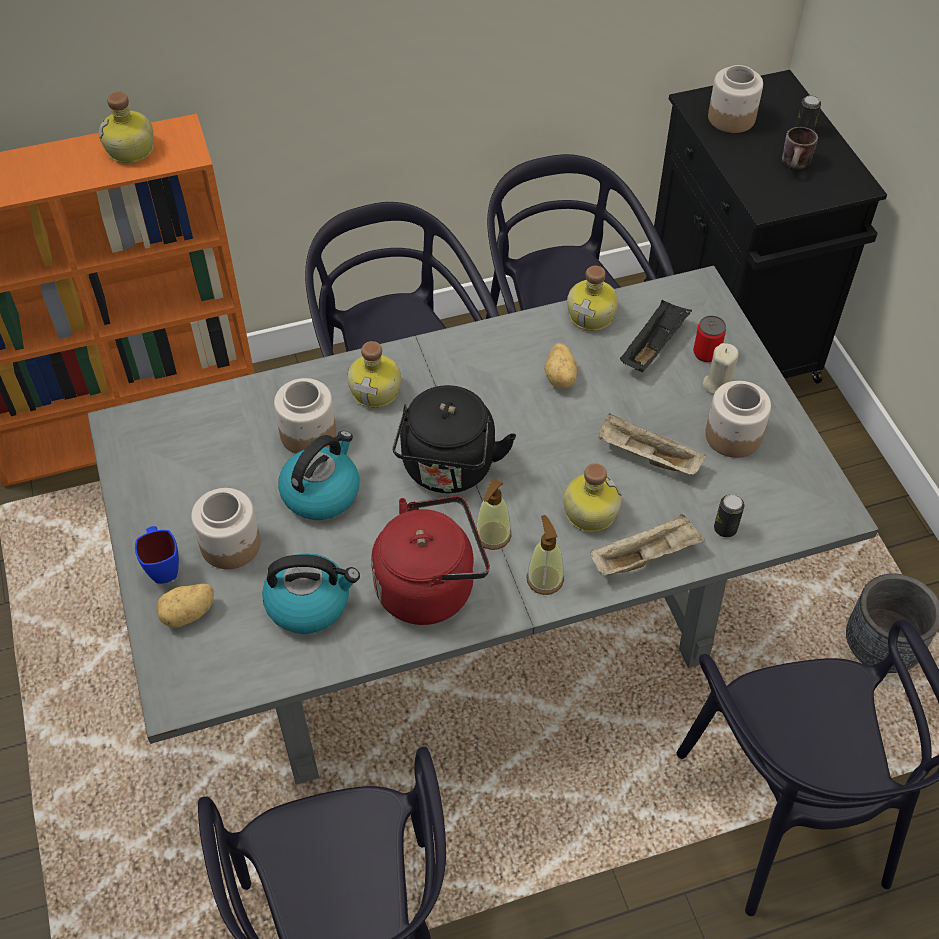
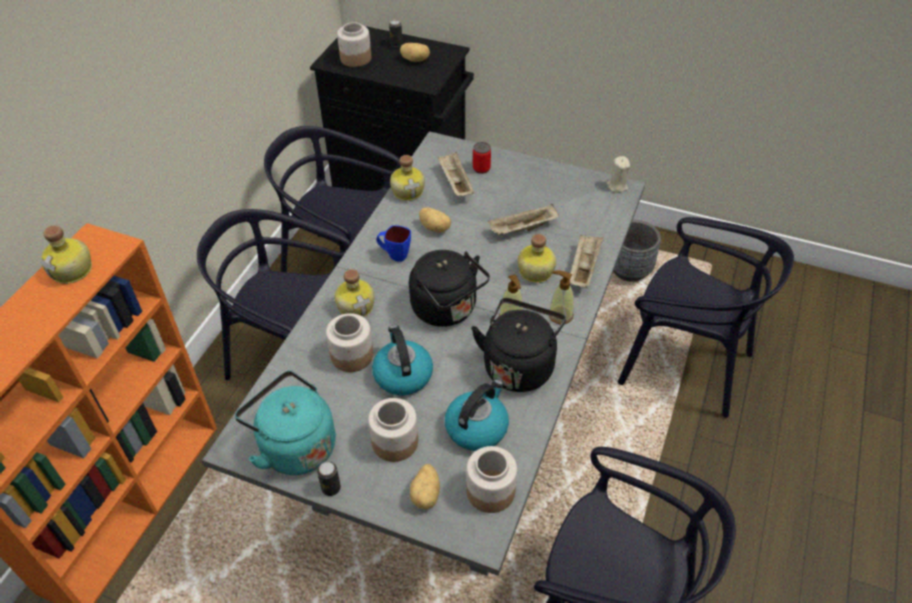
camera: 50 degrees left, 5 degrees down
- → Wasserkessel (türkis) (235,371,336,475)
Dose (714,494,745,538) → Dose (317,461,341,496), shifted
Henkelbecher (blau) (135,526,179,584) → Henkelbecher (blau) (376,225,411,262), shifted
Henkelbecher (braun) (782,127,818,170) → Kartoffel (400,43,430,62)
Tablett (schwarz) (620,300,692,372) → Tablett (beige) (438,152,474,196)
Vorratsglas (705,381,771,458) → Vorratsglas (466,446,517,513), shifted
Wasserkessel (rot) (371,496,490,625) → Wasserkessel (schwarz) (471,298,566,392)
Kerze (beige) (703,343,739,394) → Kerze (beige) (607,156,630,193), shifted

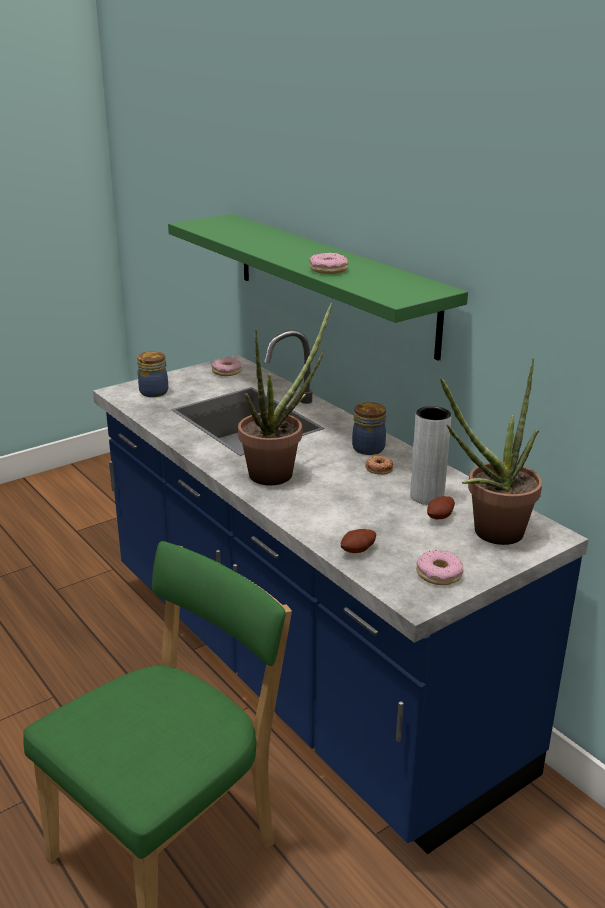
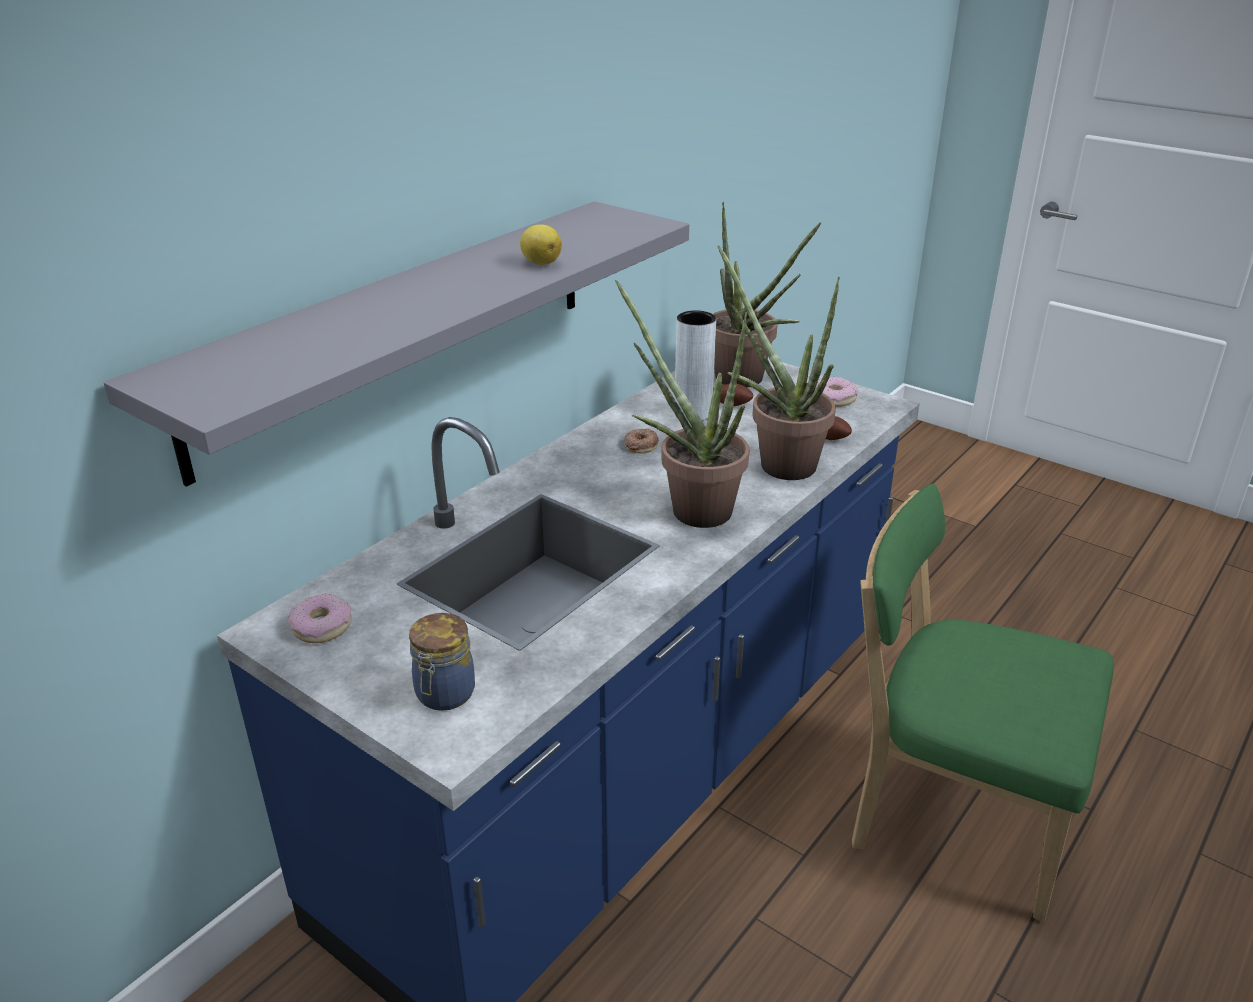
camera: 105 degrees left, 5 degrees up
Wandregal (grün) (168,214,468,361) → Wandregal (grau) (104,201,689,487)
Donut (309,253,348,274) → Zitrone (520,224,562,265)
- → Topfpflanze (717,245,840,480)
Vorratsglas (352,402,386,455) → -

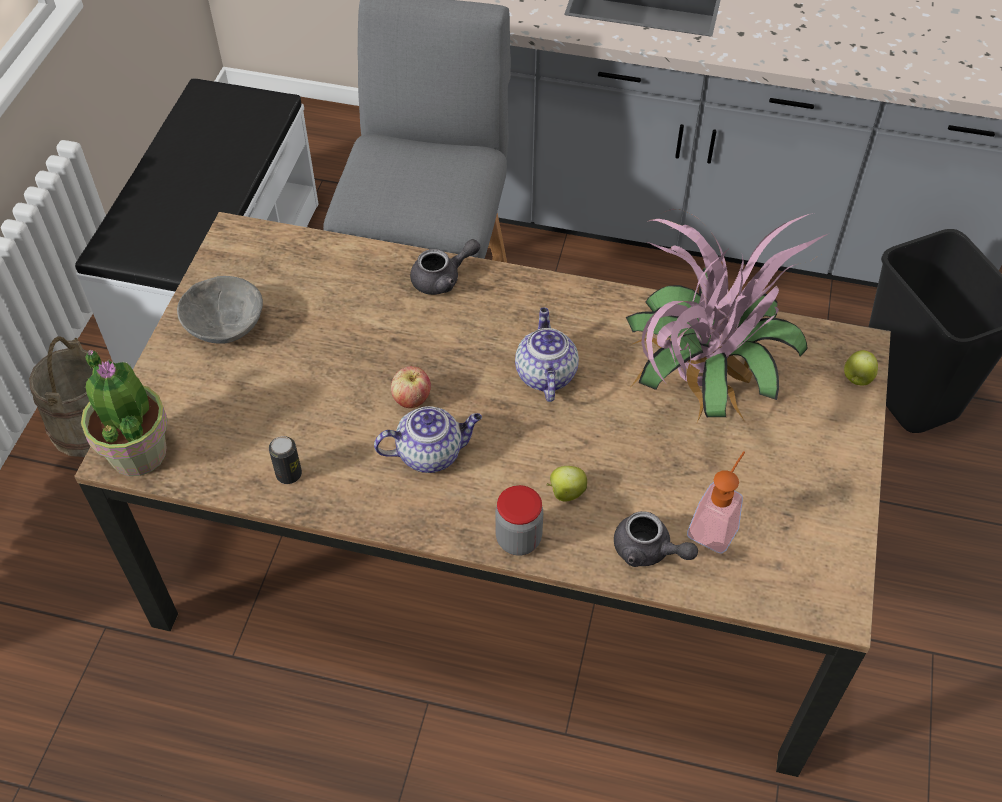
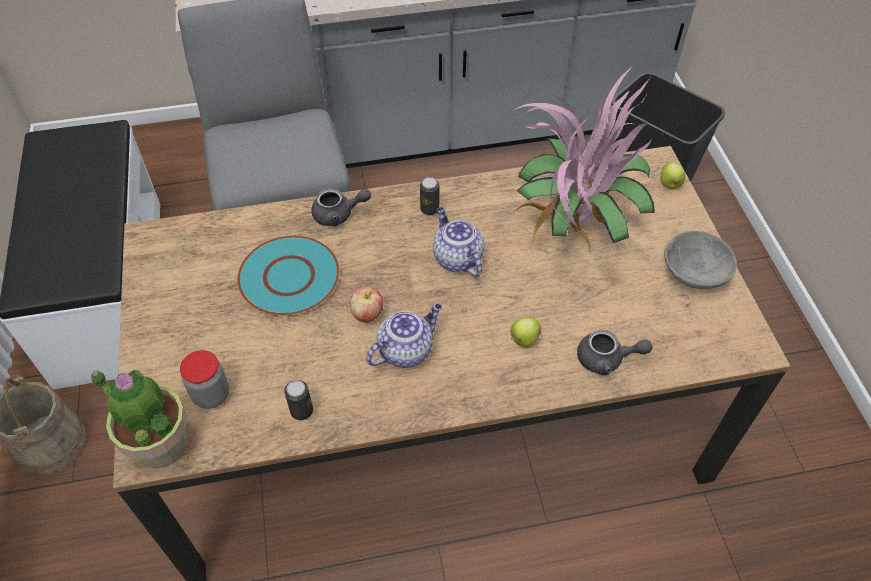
camera: 25 degrees left, 0 degrees up
Vorratsglas (495,485,543,556) → Vorratsglas (180,350,229,409), shifted
- → Teller (türkis) (237,236,340,316)
Teekanne (grau) (410,239,480,295) → Teekanne (grau) (311,188,371,226), 45 degrees clockwise
- → Dose (420,177,439,215)
Schüssel (grau) (177,276,263,344) → Schüssel (grau) (664,231,737,289), shifted
Seifenspender (687,451,745,554) → -

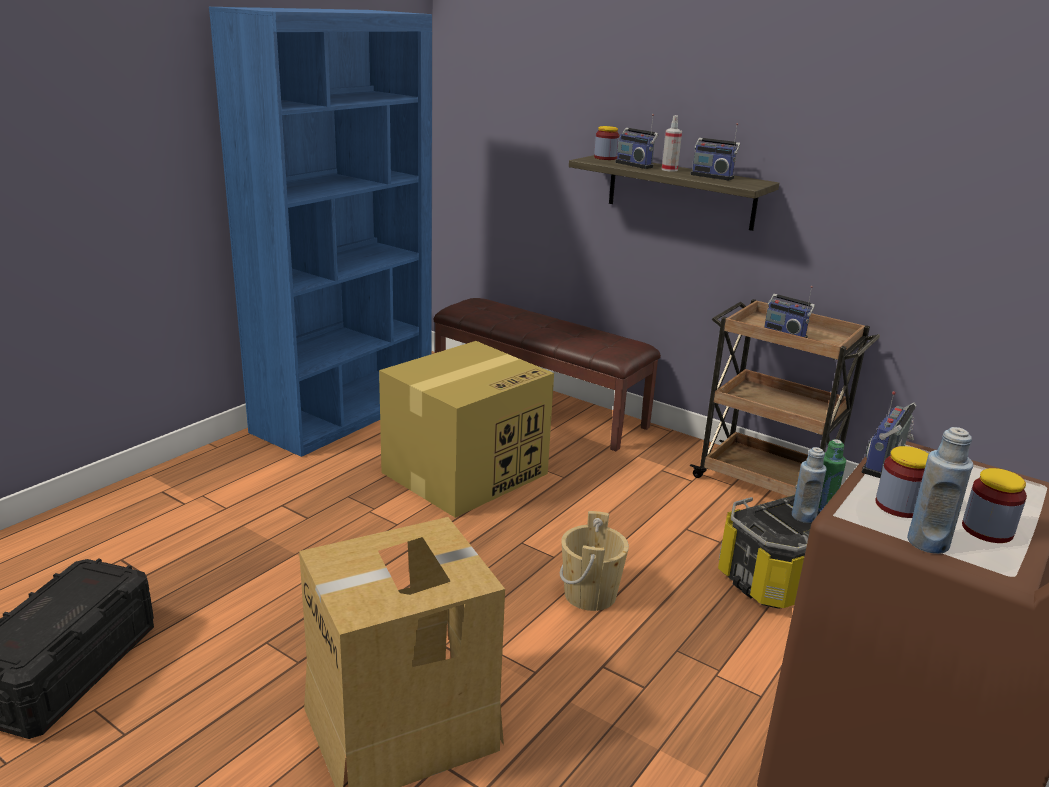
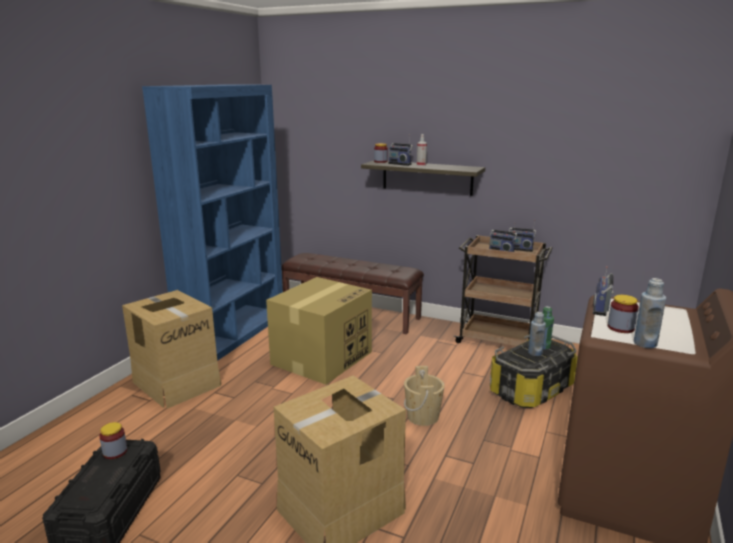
camera: 10 degrees left, 5 degrees down
Vorratsglas (962,468,1027,543) → Vorratsglas (99,422,127,459), shifted
- → Karton (122,290,221,409)
Radio (691,123,740,180) → Radio (509,220,536,252), shifted

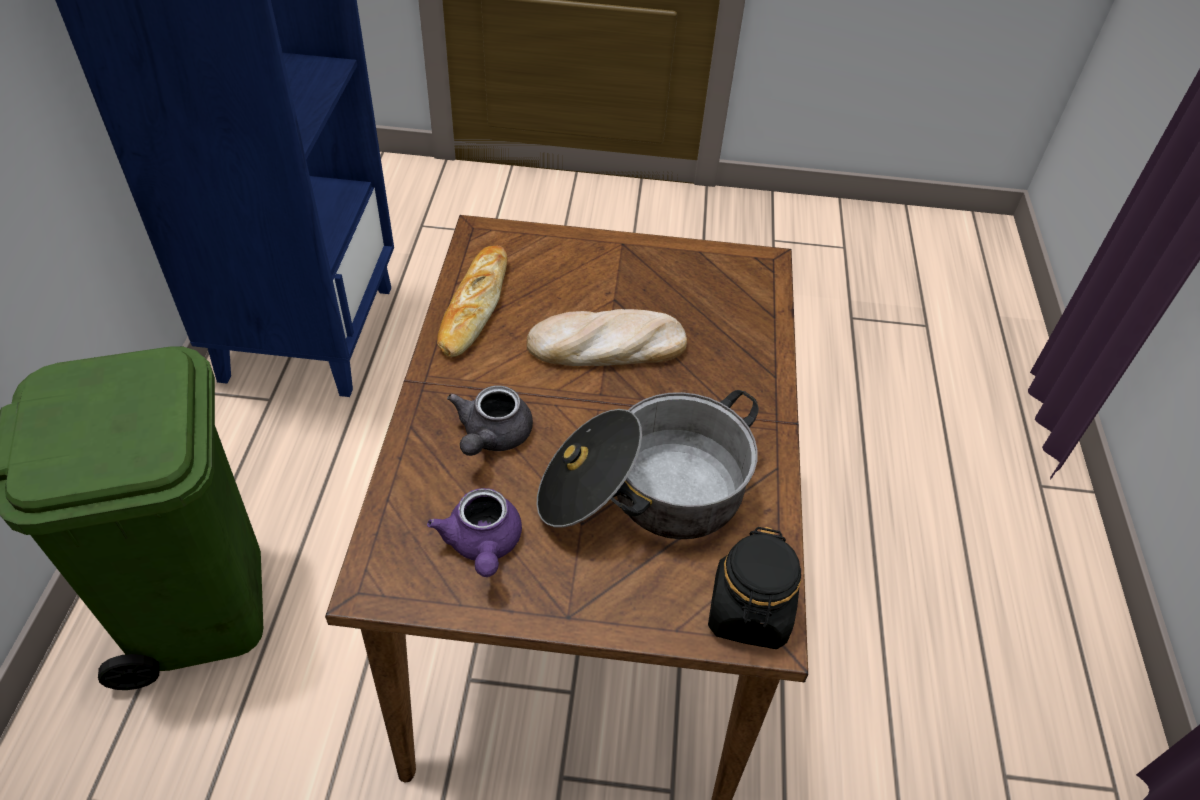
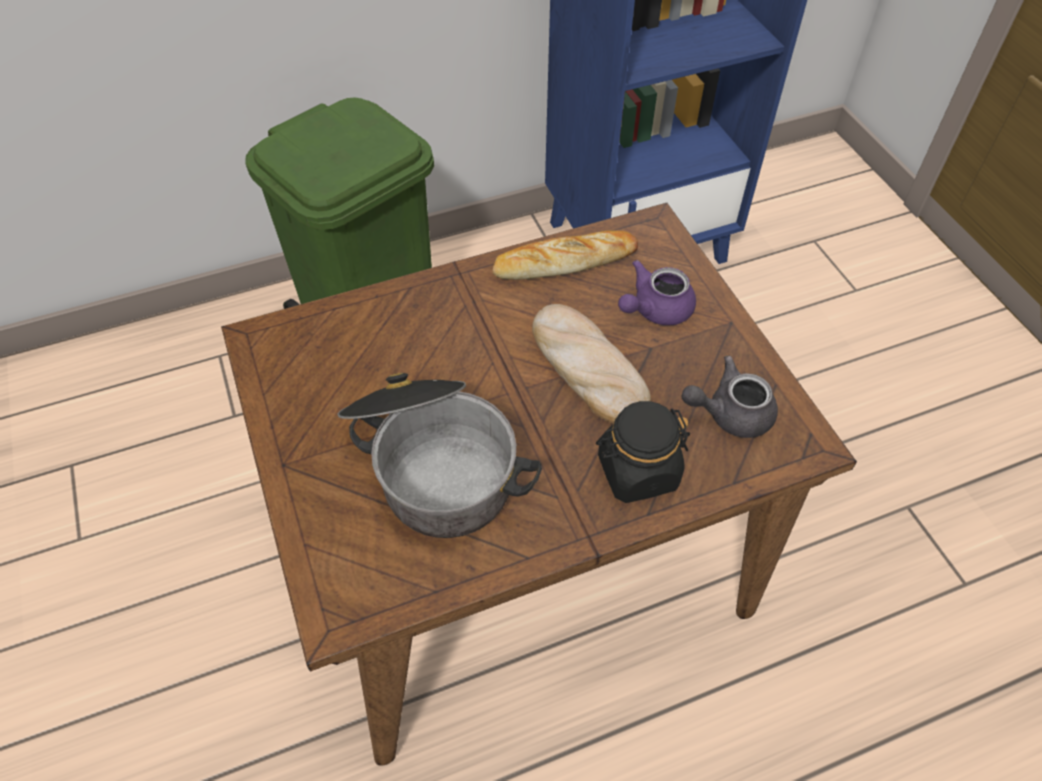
camera: 65 degrees right, 5 degrees up
Vorratsglas (schwarz) (708,527,801,649) → Vorratsglas (schwarz) (596,401,690,503), shifted
Teekanne (lila) (427,488,522,577) → Teekanne (lila) (618,260,696,325), shifted
Teekanne (grau) (447,385,533,456) → Teekanne (grau) (682,355,778,438), shifted

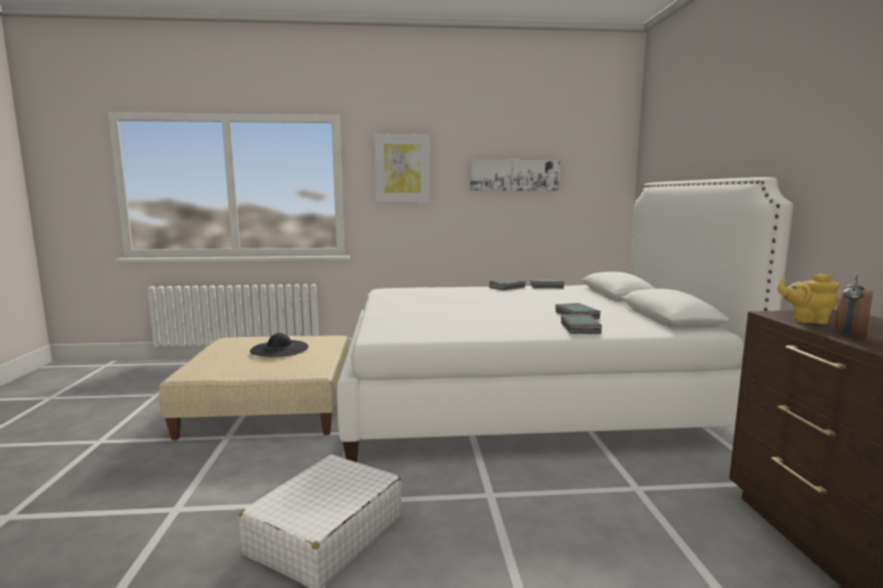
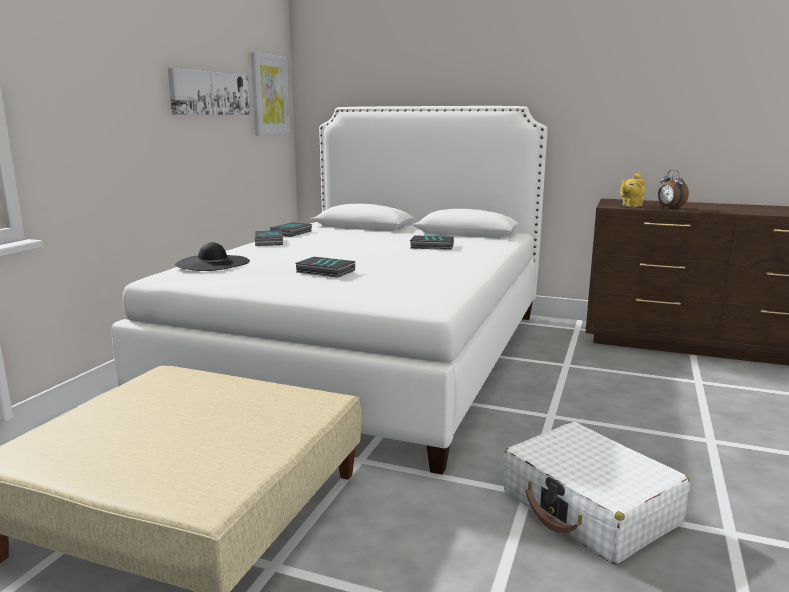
camera: 65 degrees left, 5 degrees up
Hut (schwarz) (250,333,308,357) → Hut (schwarz) (175,242,250,271), shifted
Bild (374,134,430,203) → Bild (251,52,290,135), shifted
Buch (561,314,602,334) → Buch (295,257,355,278), shifted

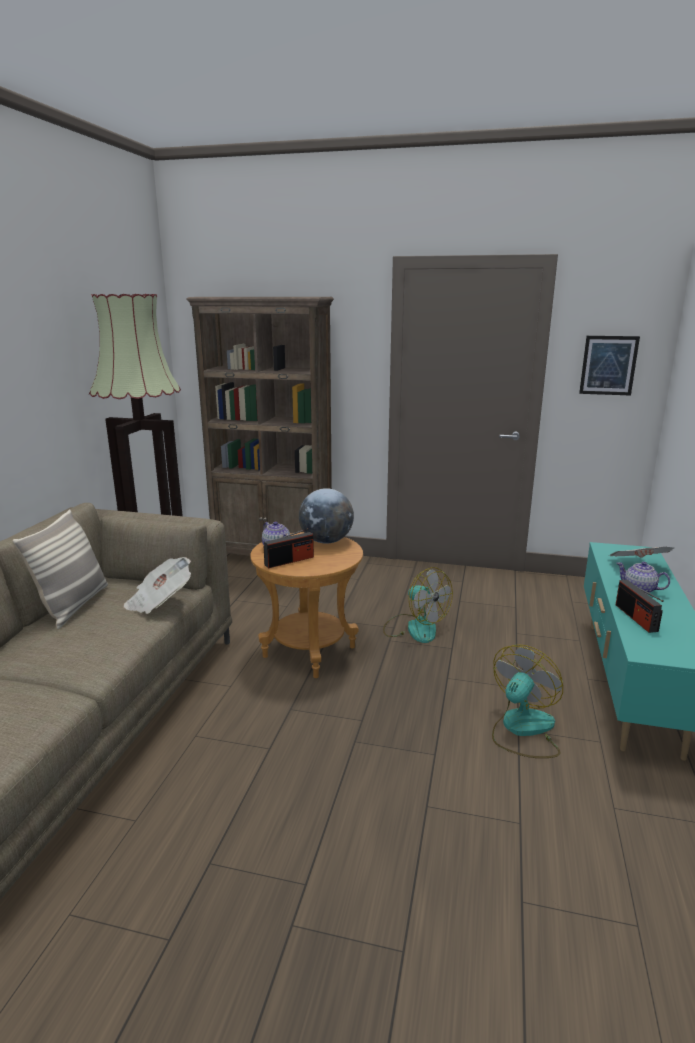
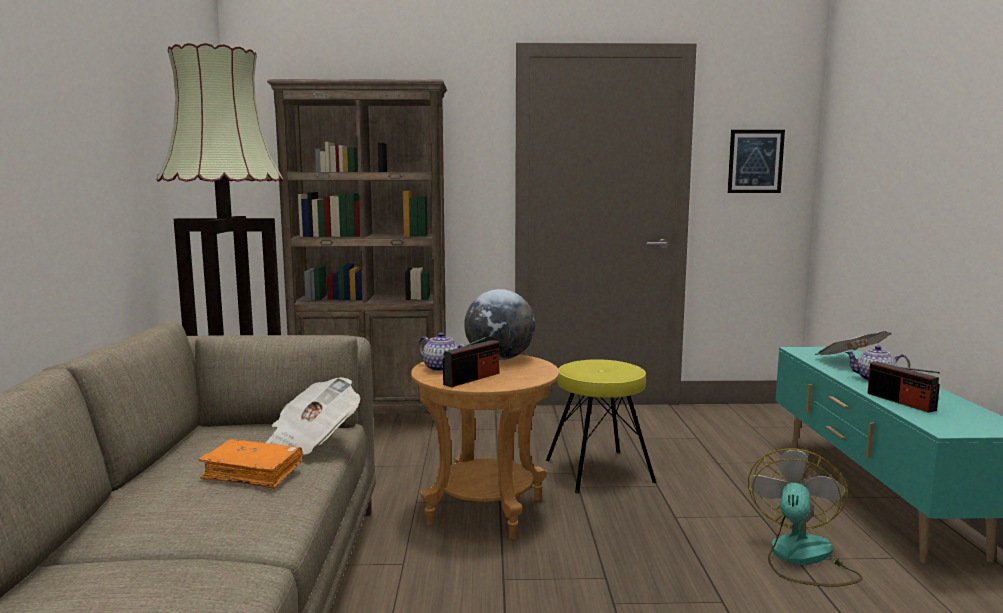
camera: 15 degrees left, 10 degrees down
- → Buch (orange) (199,439,303,489)
Ventilator (383,567,453,643) → Hocker (gelb) (546,359,657,494)
Kissen (12,509,108,629) → -

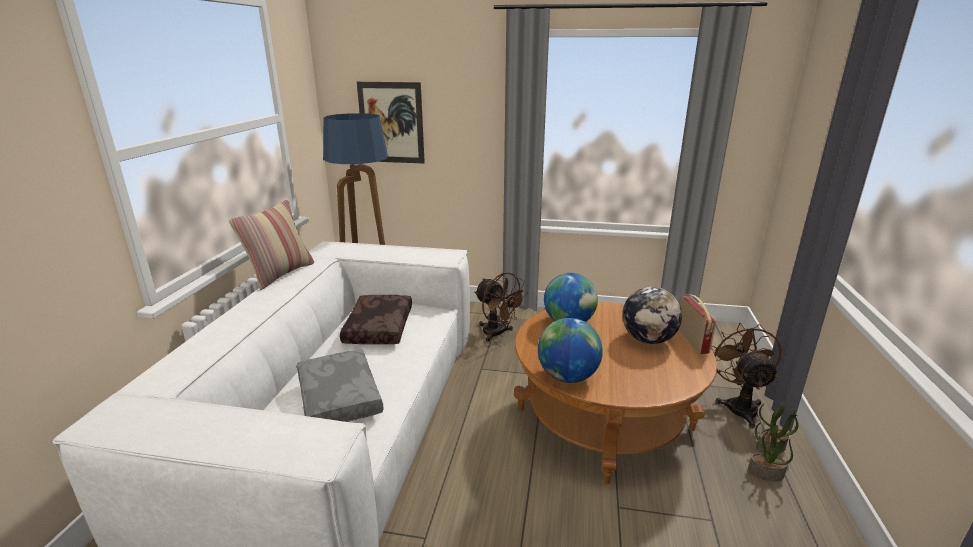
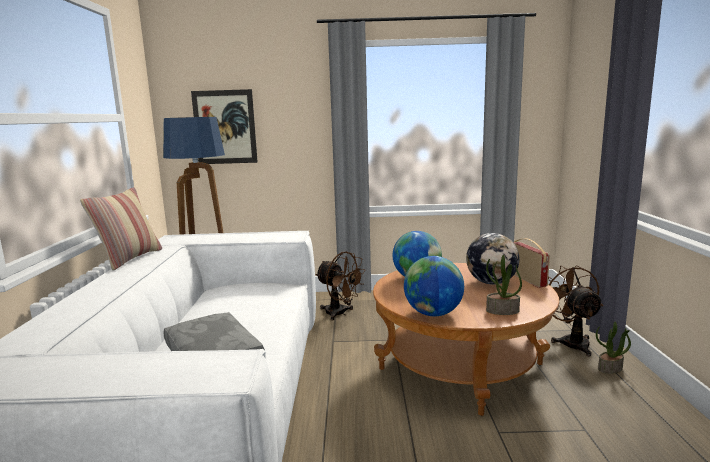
camera: 10 degrees left, 10 degrees down
Topfpflanze (748,422,793,481) → Topfpflanze (486,255,522,315), shifted
Kissen (braun) (340,295,412,344) → -

